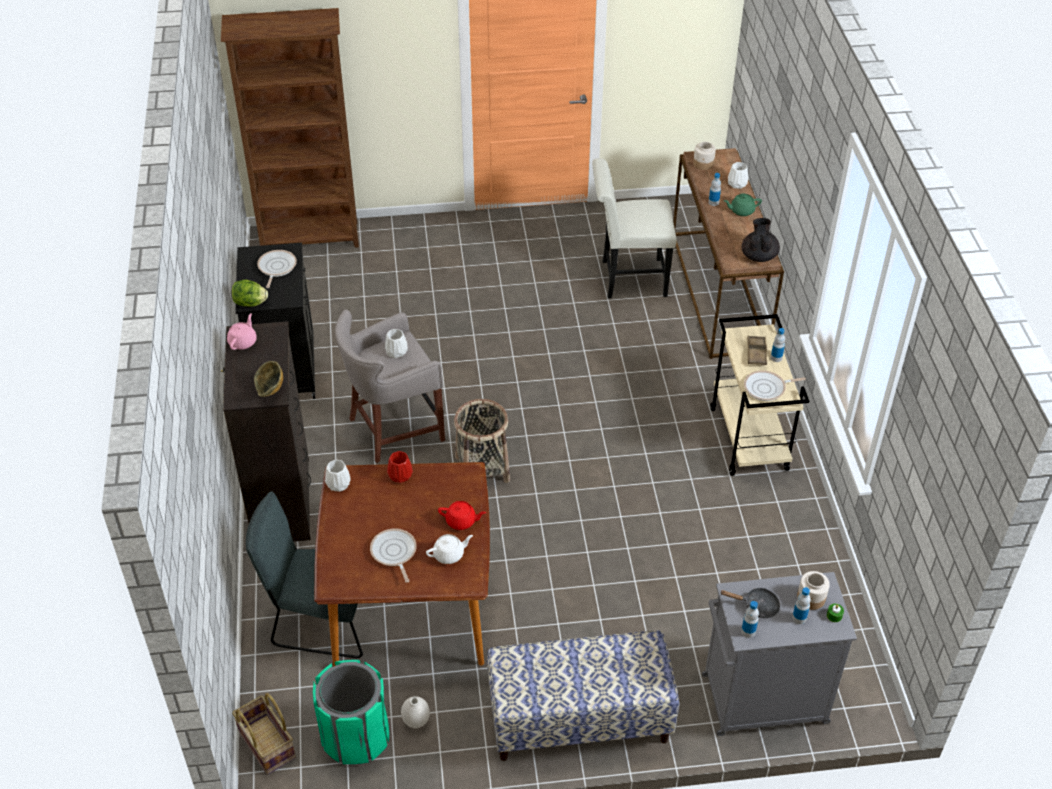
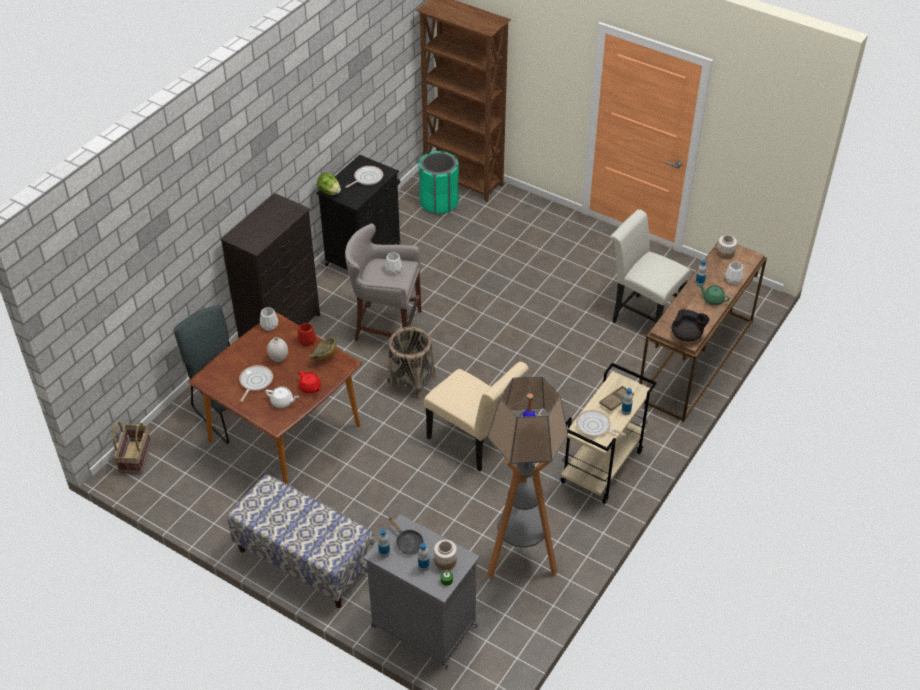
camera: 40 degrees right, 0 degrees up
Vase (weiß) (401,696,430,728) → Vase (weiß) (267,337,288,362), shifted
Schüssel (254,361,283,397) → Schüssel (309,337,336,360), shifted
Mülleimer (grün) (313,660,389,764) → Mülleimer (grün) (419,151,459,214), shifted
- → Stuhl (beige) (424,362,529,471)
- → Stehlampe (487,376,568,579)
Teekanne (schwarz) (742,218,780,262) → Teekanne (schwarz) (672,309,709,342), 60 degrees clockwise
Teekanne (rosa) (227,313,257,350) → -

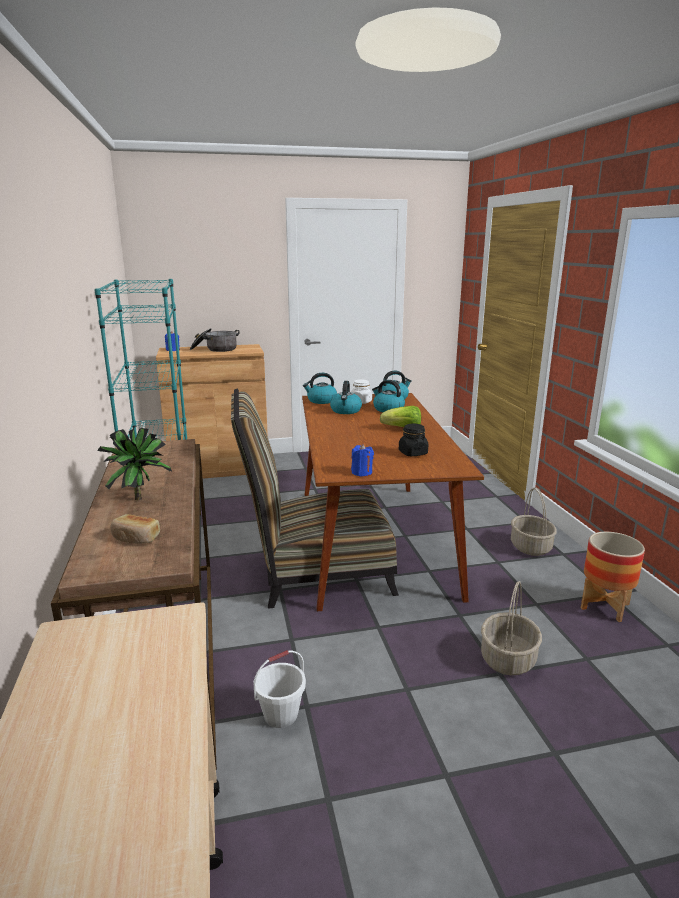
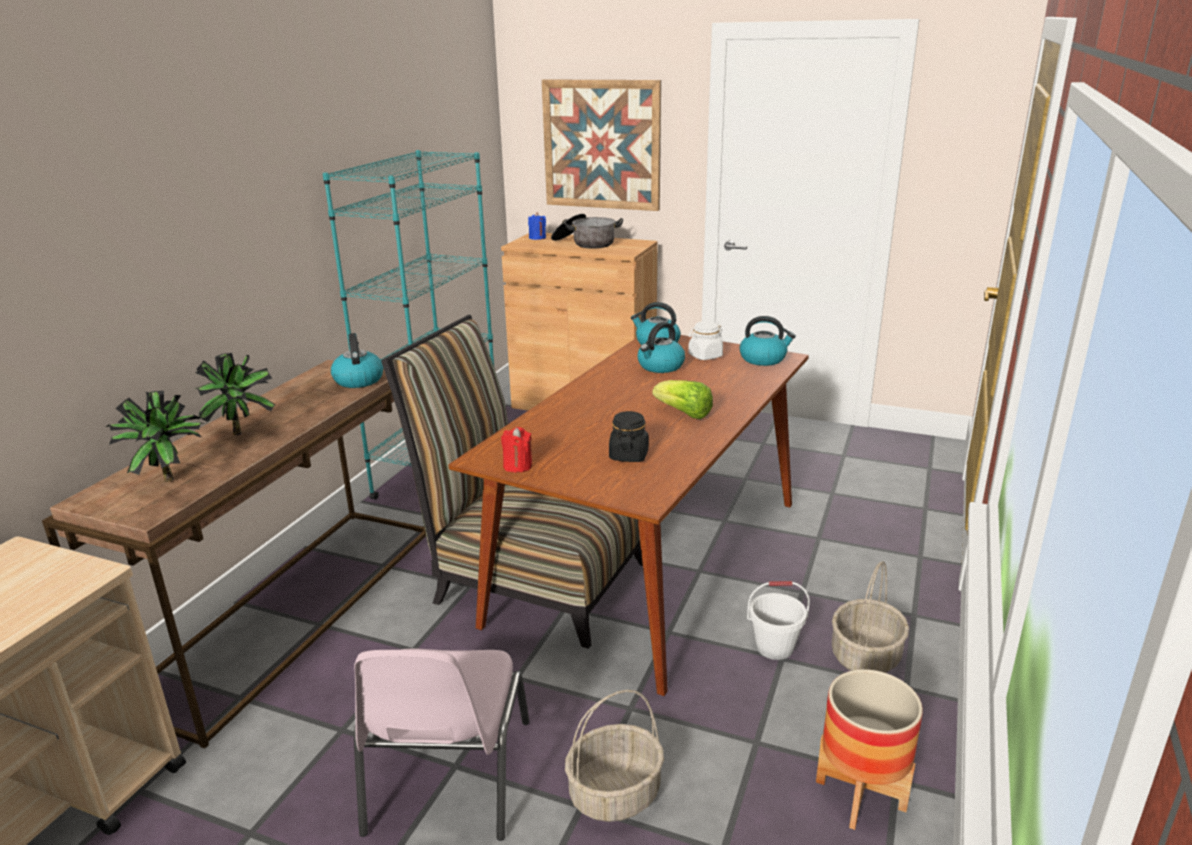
camera: 35 degrees right, 5 degrees up
Brot (110,514,160,544) → Topfpflanze (106,391,206,482)
Wasserkessel (372,380,405,412) → Wasserkessel (331,333,383,388), shifted
- → Stuhl (rosa) (354,648,529,841)
Kerze (blau) (351,444,374,477) → Kerze (rot) (501,427,532,473)
- → Bild (542,80,661,211)
Eimer (weiß) (253,650,306,728) → Eimer (weiß) (747,581,810,660), shifted

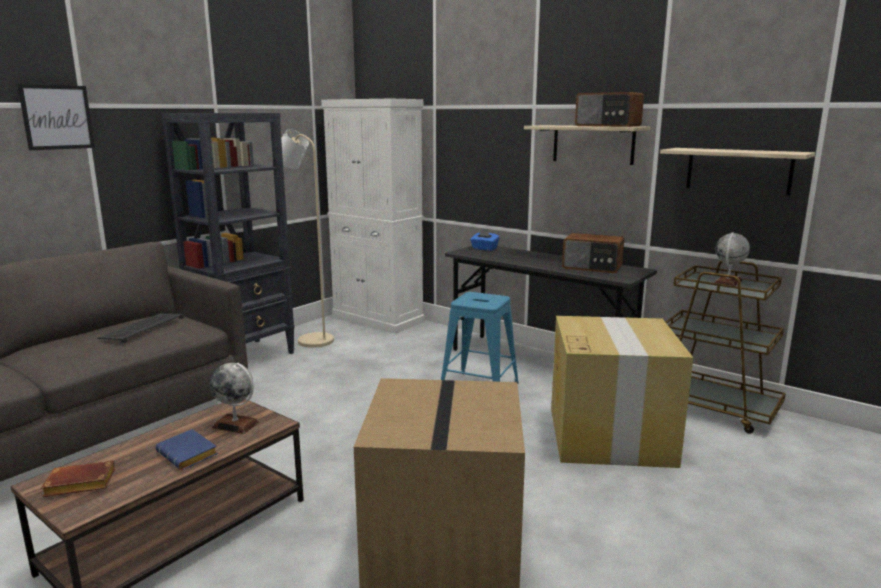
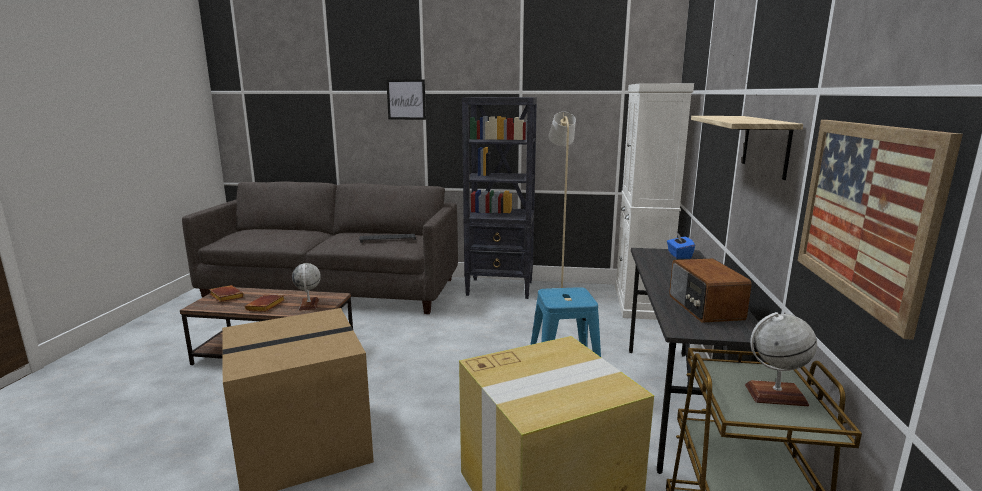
camera: 60 degrees right, 0 degrees up
Buch (blau) (156,429,218,470) → Buch (braun) (245,294,285,312)
Wandregal (660,148,815,195) → Bild (798,120,963,340)
Radio (575,92,644,127) → -

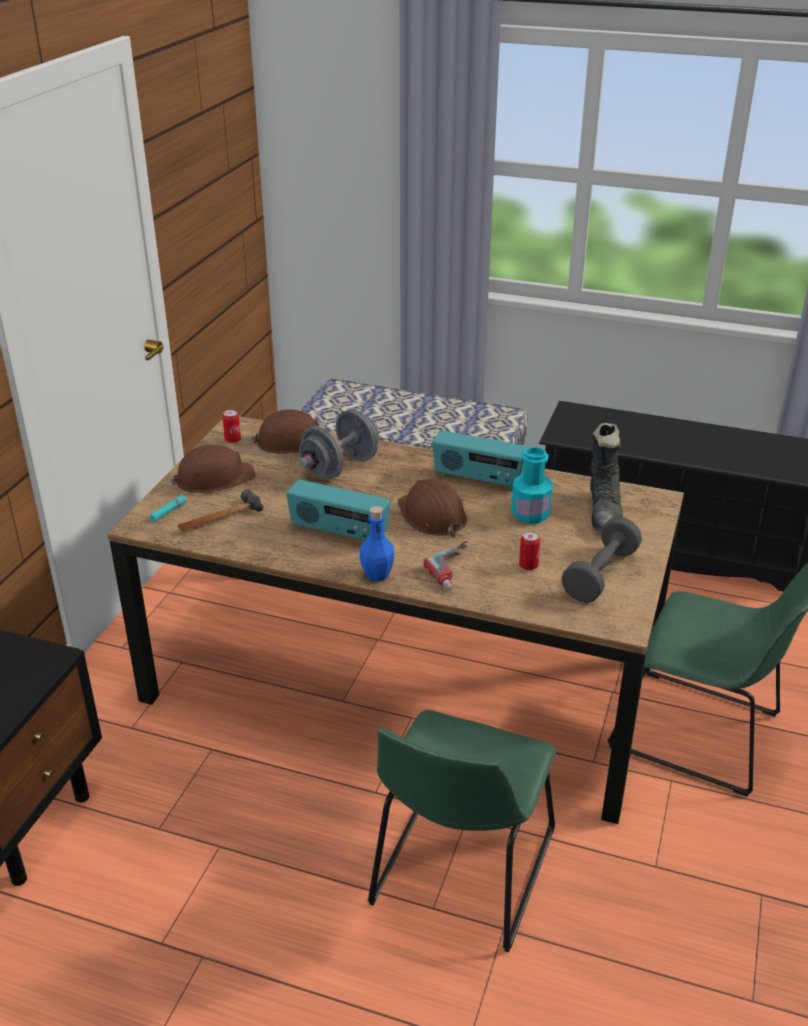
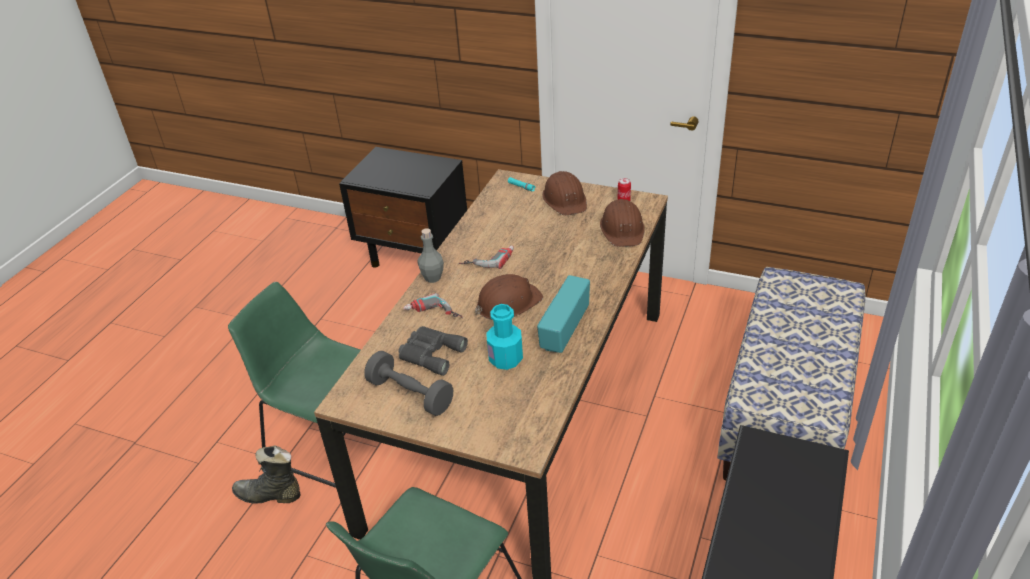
camera: 95 degrees right, 5 degrees up
Stiefel (schwarz) (590,423,623,531) → Stiefel (schwarz) (232,445,300,504), shifted
Dose (519,531,540,570) → Fernglas (grau) (398,326,468,376)
Flasche (blau) (360,506,394,582) → Flasche (grau) (418,228,444,283)
Radio (286,479,391,541) → Bohrmaschine (459,246,514,269)
Hammer (178,489,263,531) → -
Hantel (grau) (299,409,379,480) → -

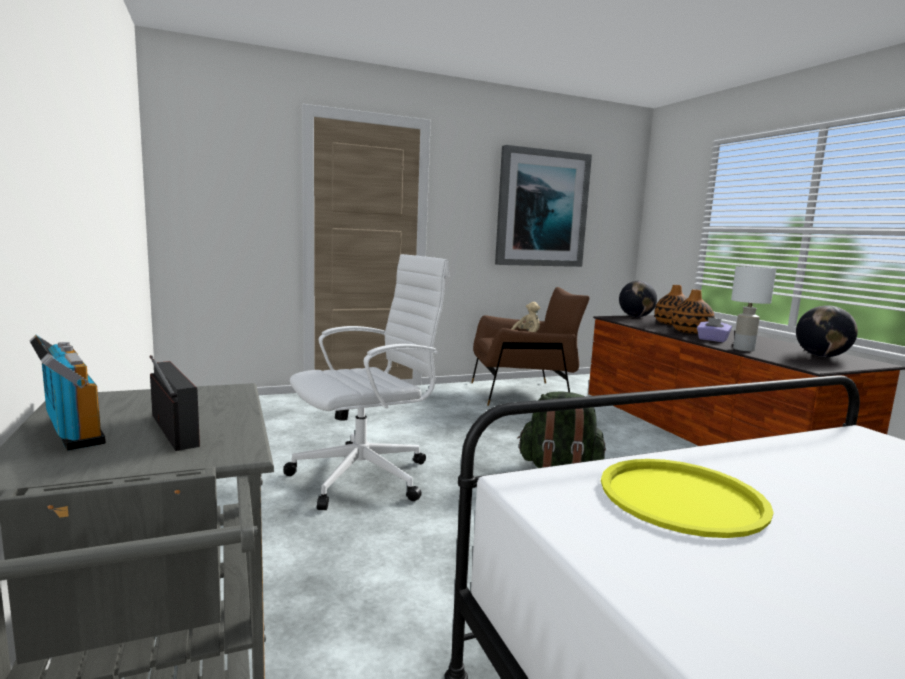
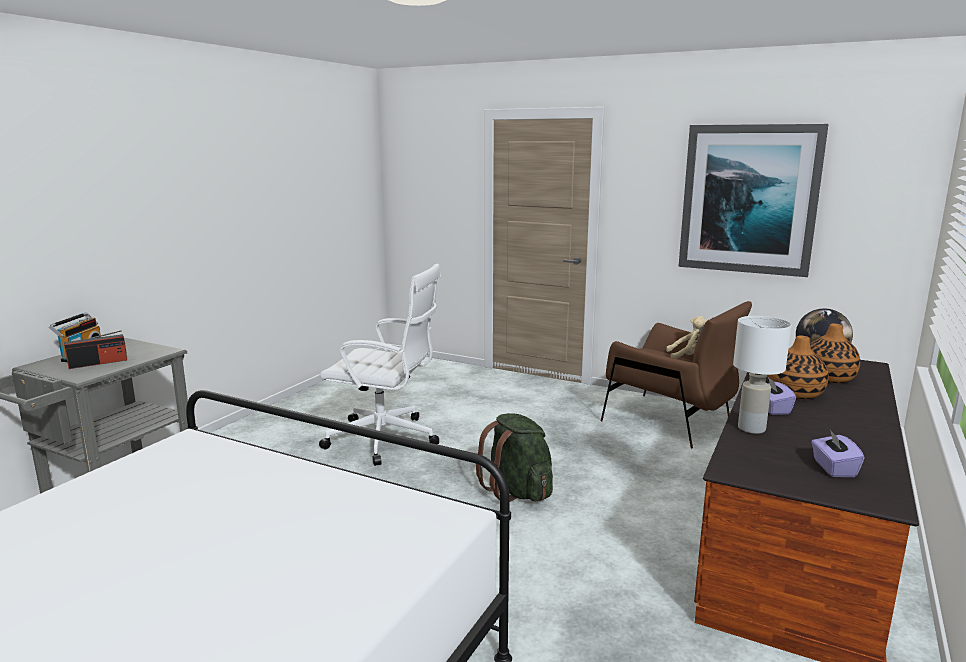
camera: 50 degrees right, 5 degrees up
Radio (149,355,200,451) → Radio (64,330,127,369), 45 degrees clockwise
Globus (796,305,858,357) → Taschentuchbox (lila) (811,430,865,477)
Tablett (gelb) (601,459,774,538) → -

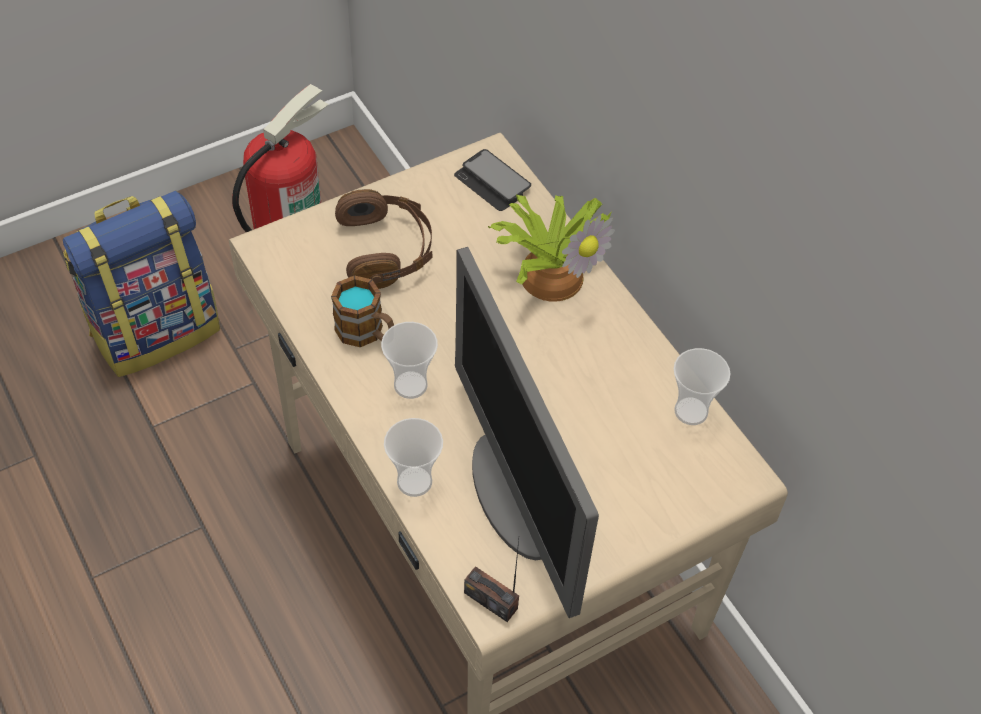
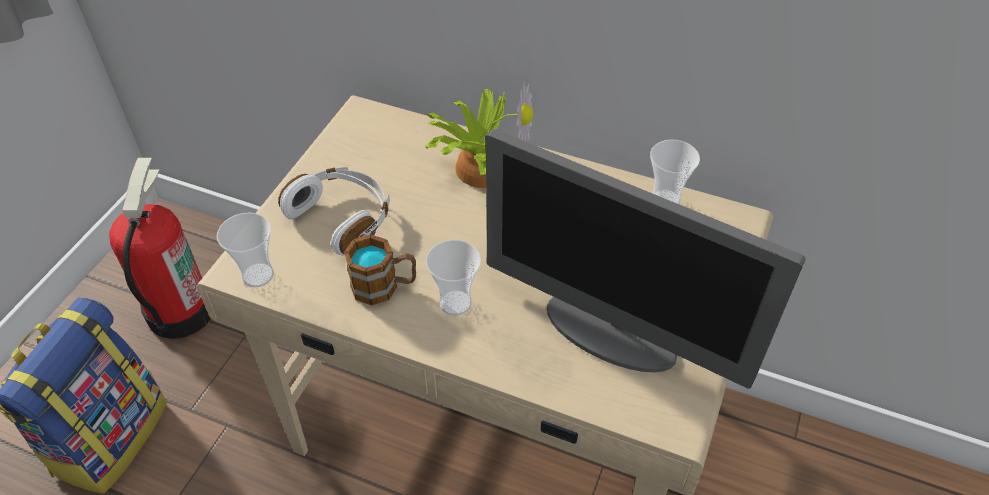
camera: 35 degrees left, 5 degrees down
Tasse (384,418,443,497) → Tasse (217,212,274,287), shifted
Kopfhörer (braun) (335,189,433,289) → Kopfhörer (weiß) (278,167,390,256)
Handy (454,149,531,211) → -
Radio (464,539,519,622) → -

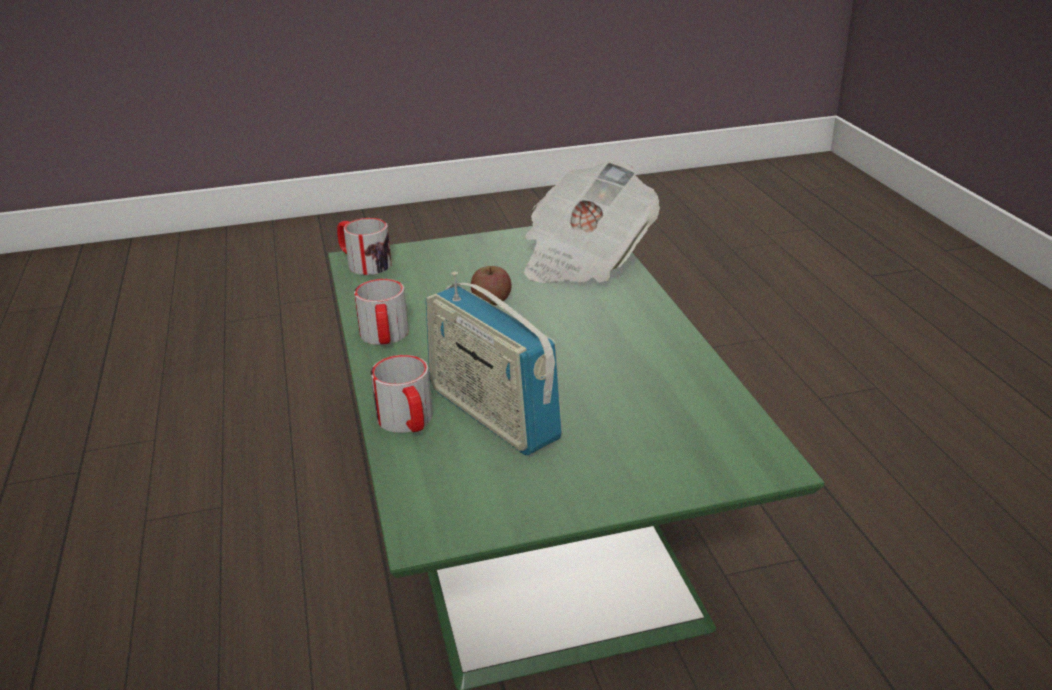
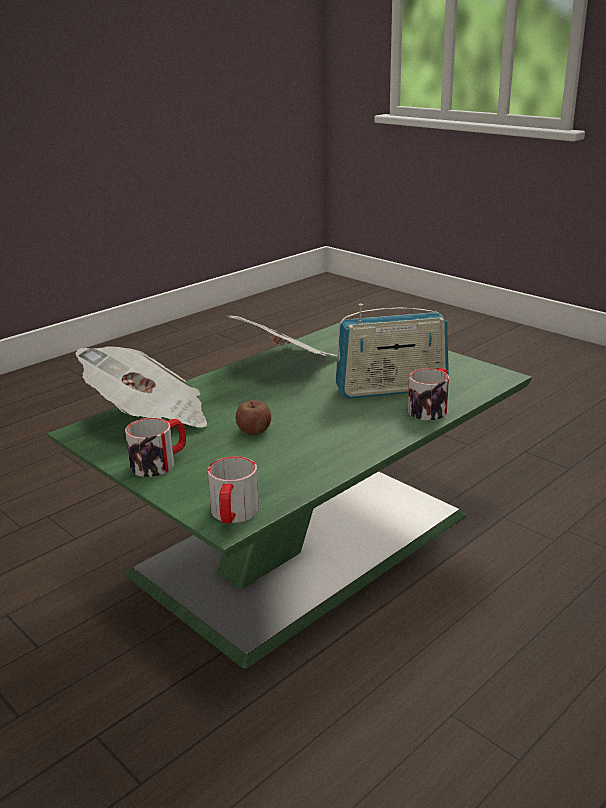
camera: 120 degrees left, 5 degrees down
Henkelbecher (354,279,409,345) → Henkelbecher (125,418,186,477), shifted
- → Zeitung (226,315,337,356)
Radio (426,271,563,455) → Radio (335,303,449,399), 60 degrees clockwise

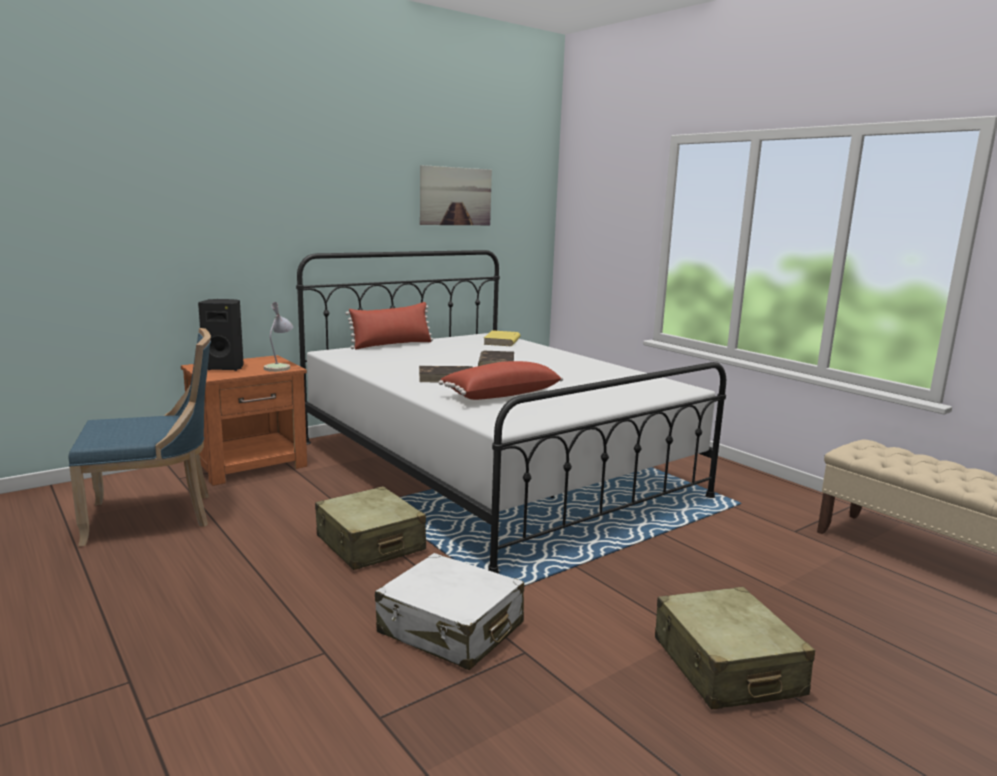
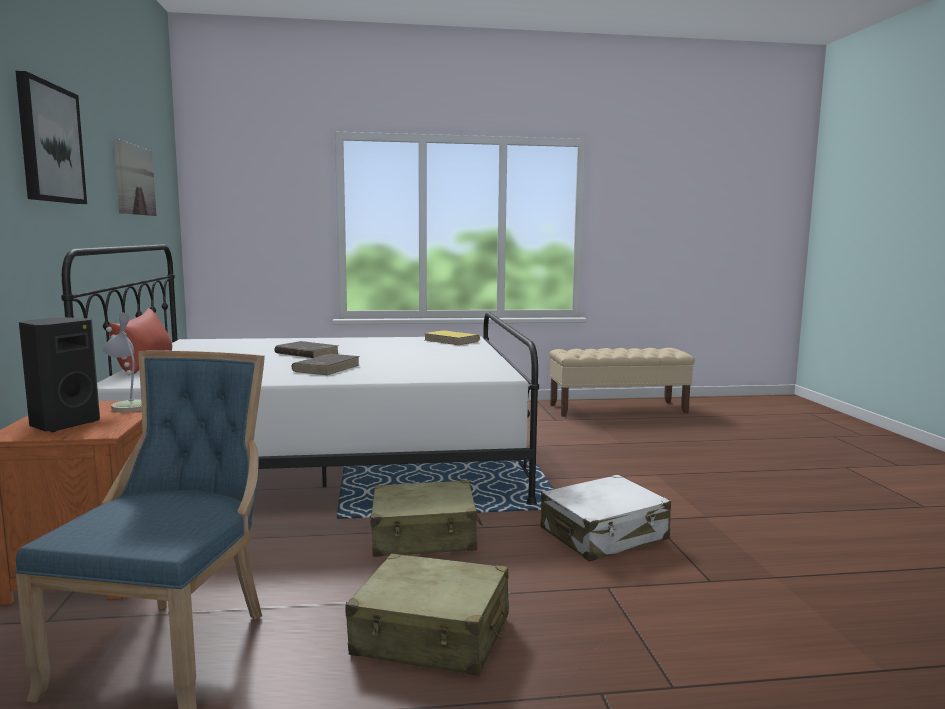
camera: 60 degrees left, 5 degrees down
- → Bild (16,71,87,204)
Koffer (beige) (655,587,815,710) → Koffer (beige) (345,554,509,676), shifted
Buch (gelb) (483,330,521,346) → Buch (gelb) (425,330,480,345), shifted
Kissen (rot) (439,361,563,400) → -

